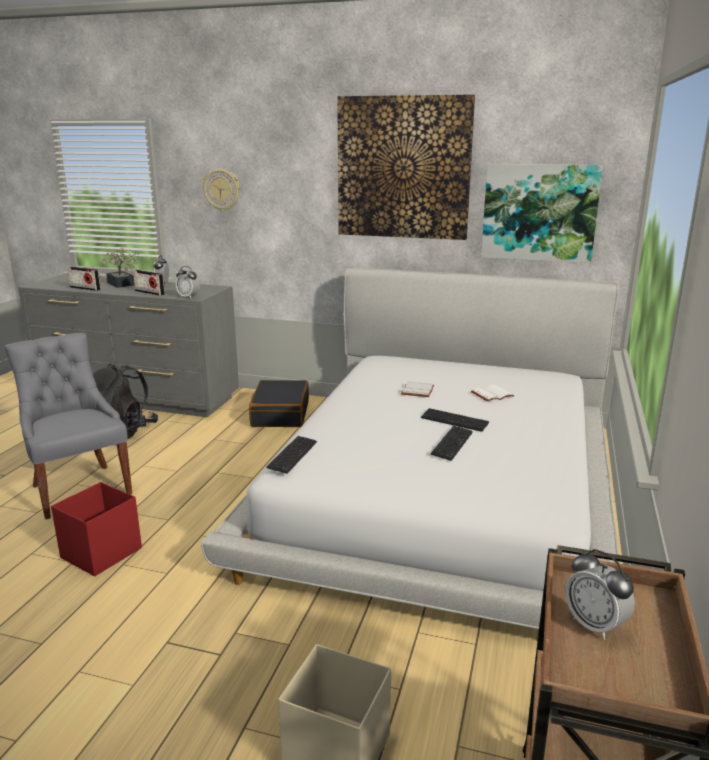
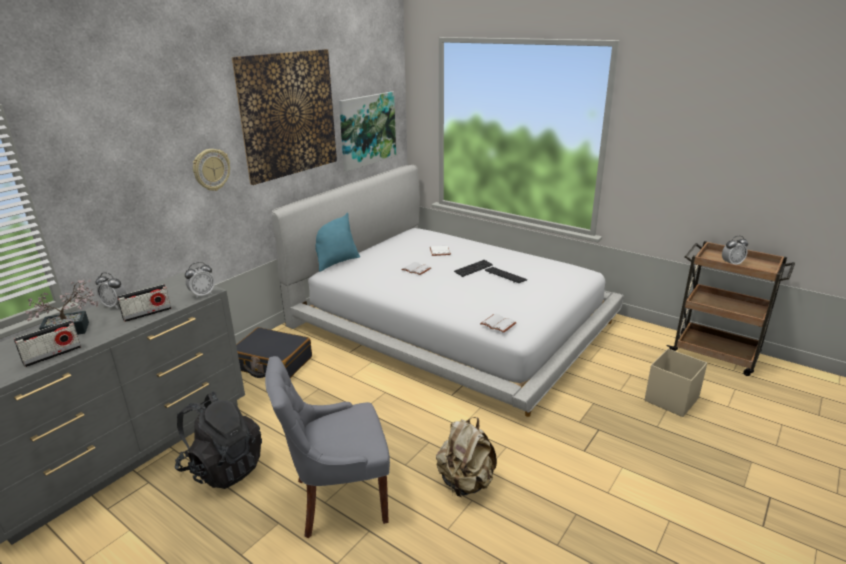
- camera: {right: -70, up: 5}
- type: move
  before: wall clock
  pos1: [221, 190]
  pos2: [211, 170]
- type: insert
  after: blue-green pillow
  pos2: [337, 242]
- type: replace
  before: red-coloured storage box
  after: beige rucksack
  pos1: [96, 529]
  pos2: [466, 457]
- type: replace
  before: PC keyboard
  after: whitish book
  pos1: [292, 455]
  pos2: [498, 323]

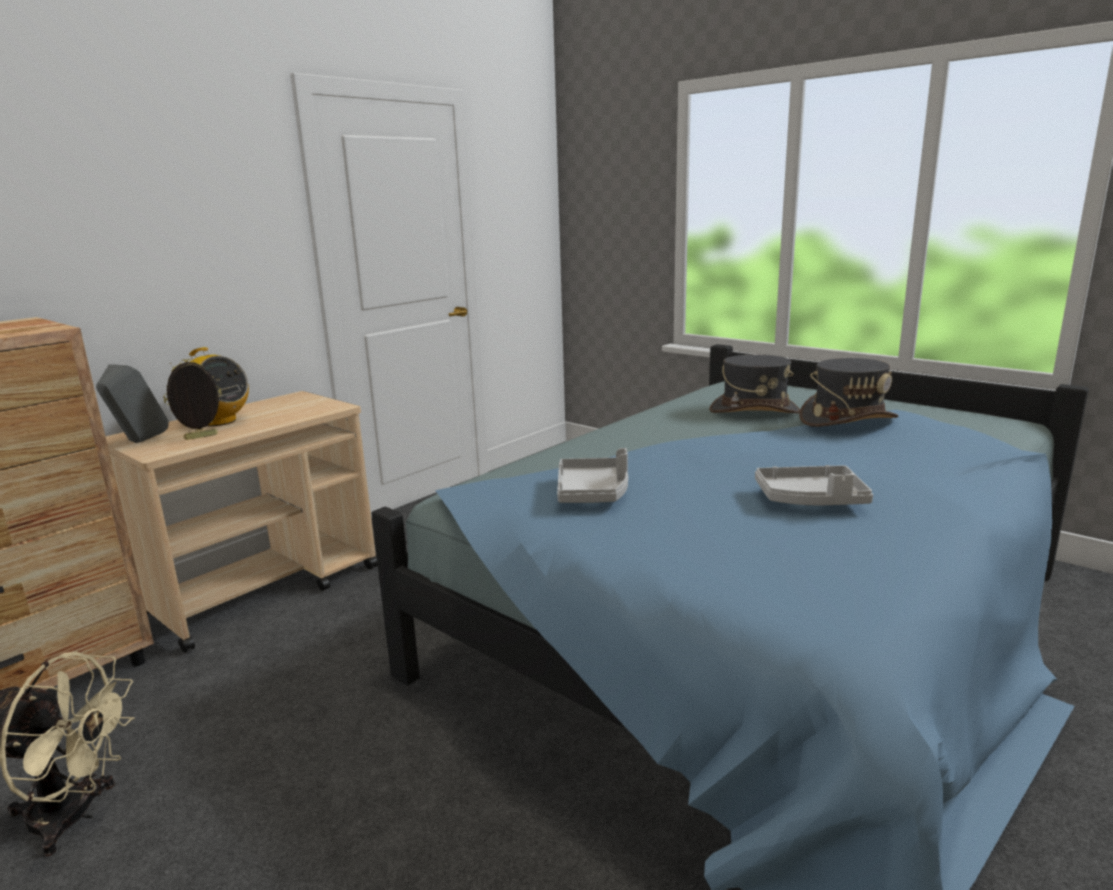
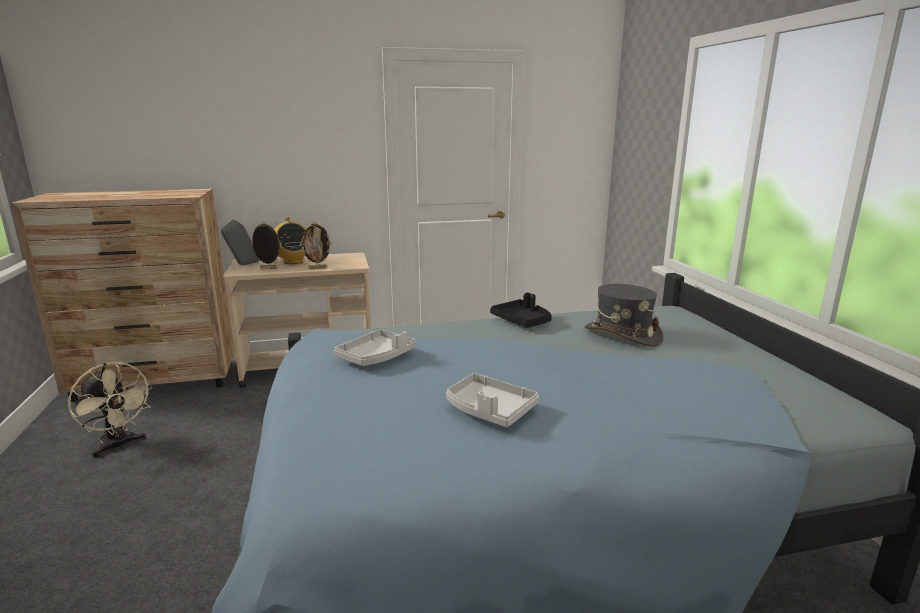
- camera: {right: 35, up: 0}
- type: insert
  after: picture frame
  pos2: [316, 245]
- type: insert
  after: blackish serving tray
  pos2: [521, 310]
- type: delete
  before: grey hat
  pos1: [848, 392]

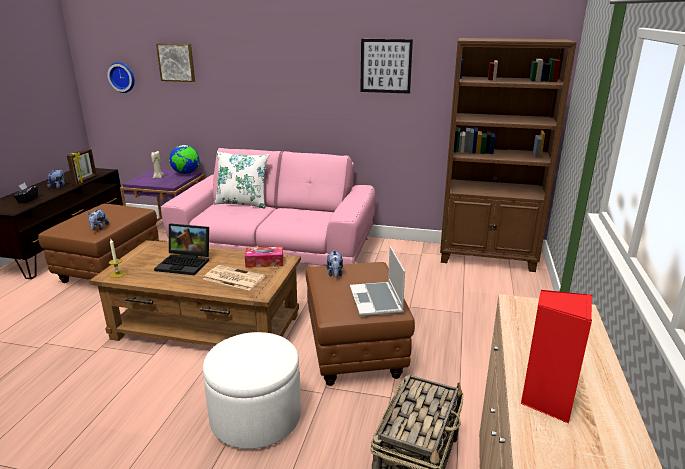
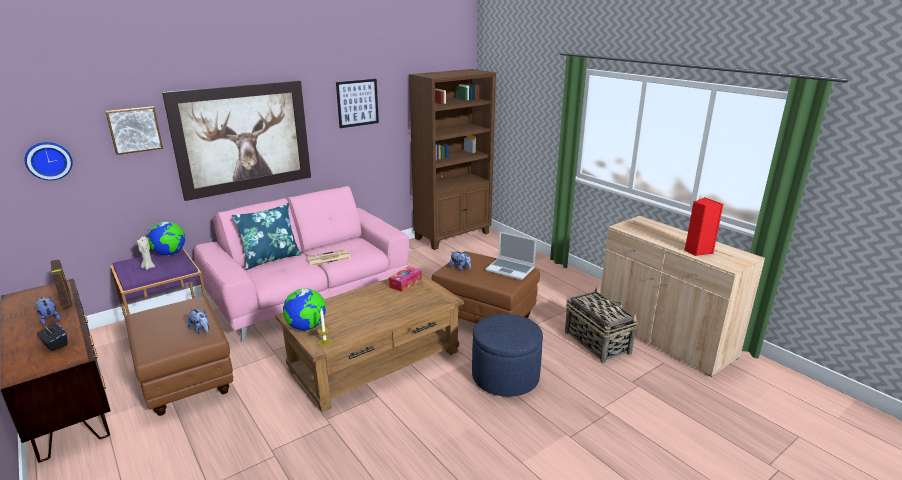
- camera: {right: -50, up: 0}
- type: insert
  after: picture
  pos2: [236, 141]
- type: recolor
  before: whitish pillow
  after: blue pillow
  pos1: [241, 180]
  pos2: [266, 236]
- type: insert
  after: desk globe
  pos2: [304, 310]
- type: move
  before: daily paper
  pos1: [234, 277]
  pos2: [329, 257]
- type: recolor
  before: whitish footrest
  after: blue footrest
  pos1: [252, 390]
  pos2: [507, 355]
- type: delete
  before: portable computer
  pos1: [181, 249]

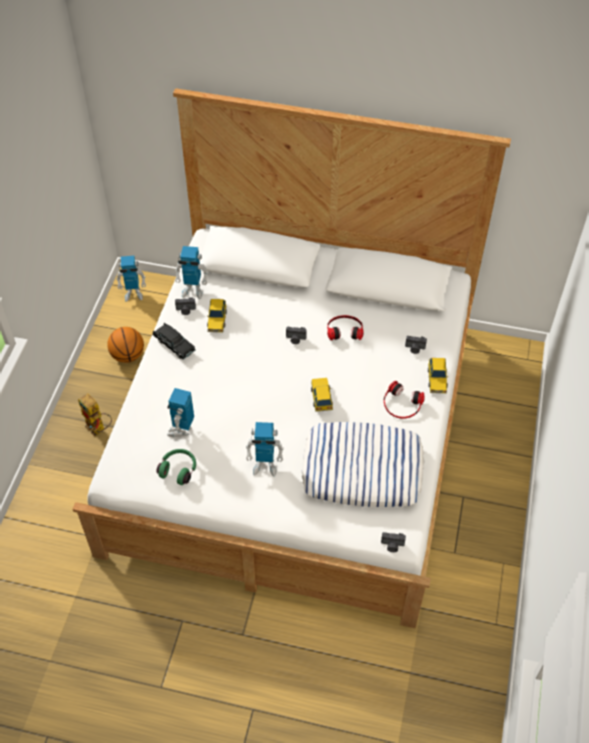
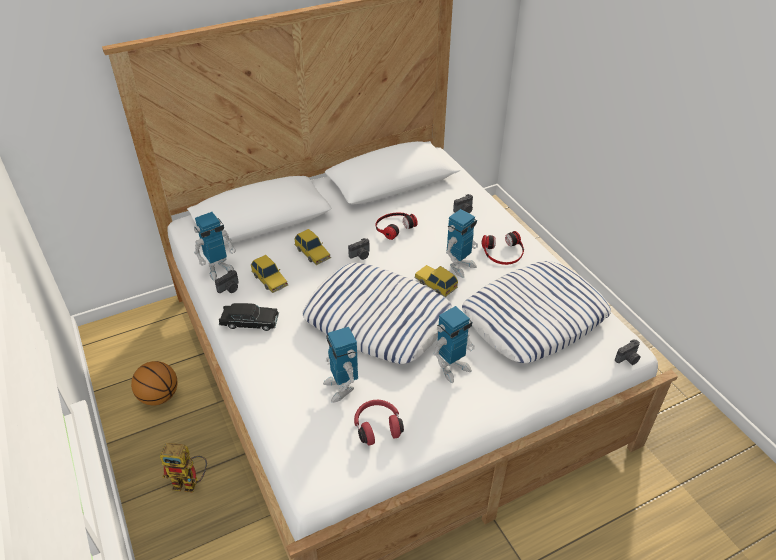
- camera: {right: -40, up: -10}
- type: move
  before: miniature car
  pos1: [438, 375]
  pos2: [312, 247]
- type: insert
  after: pillow
  pos2: [377, 313]
- type: recolor
  before: greenish headphones
  after: red-coloured headphones
  pos1: [176, 467]
  pos2: [379, 422]
- type: move
  before: robot figure
  pos1: [131, 279]
  pos2: [462, 243]

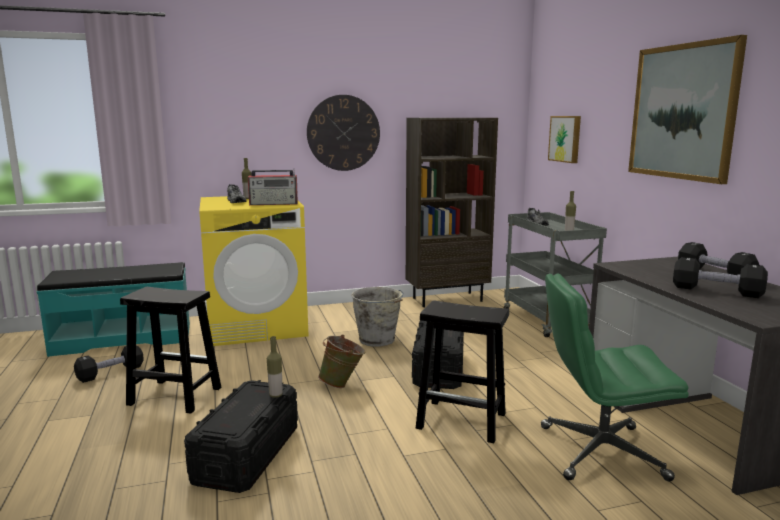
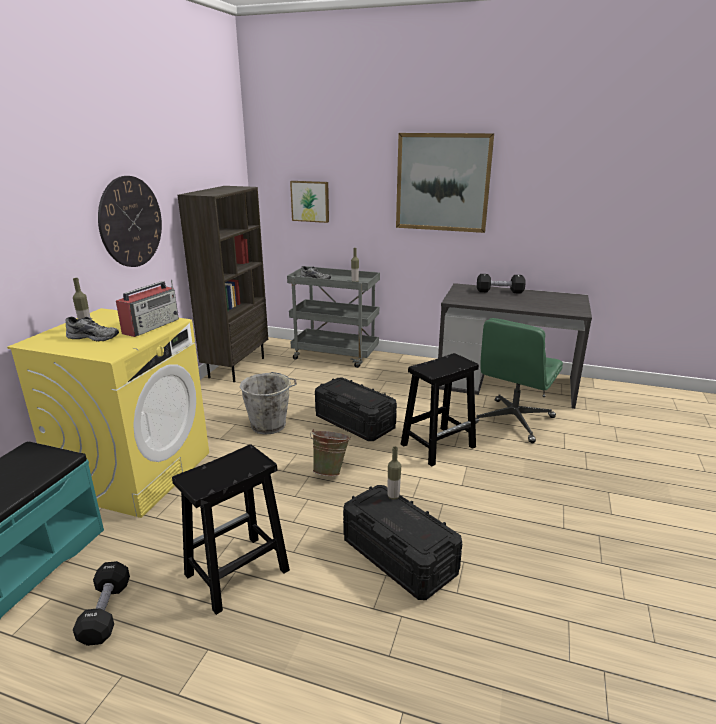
- camera: {right: -55, up: 10}
- type: delete
  before: blackish free weight
  pos1: [720, 277]

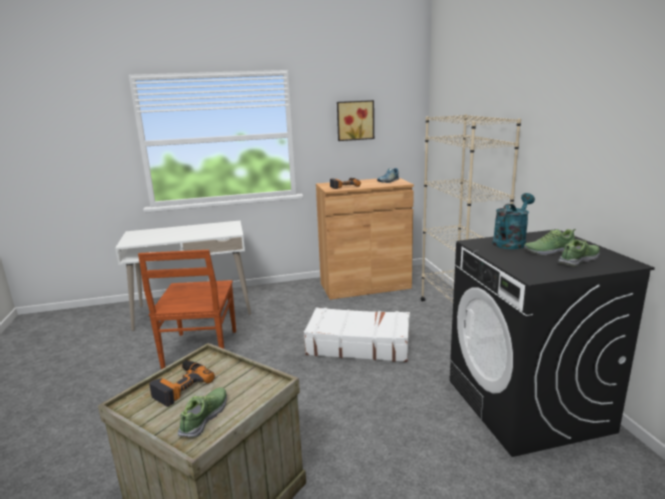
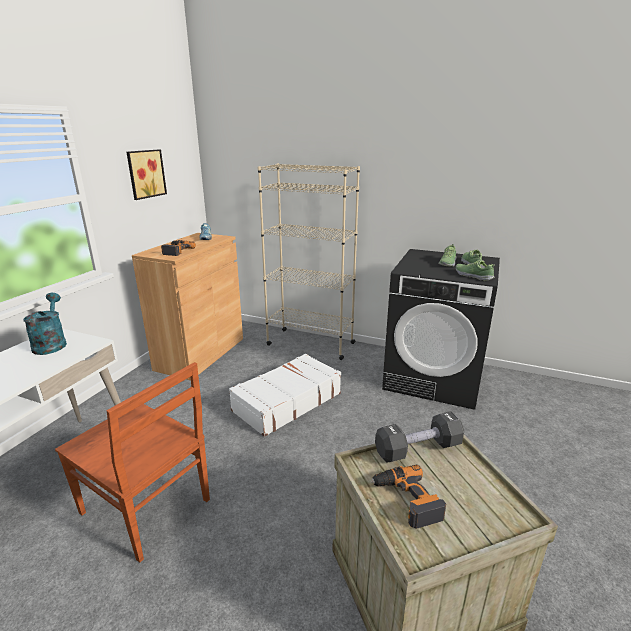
- camera: {right: -55, up: 5}
- type: move
  before: blue-green watering pot
  pos1: [514, 221]
  pos2: [45, 324]
- type: insert
  after: blackish free weight
  pos2: [419, 437]
- type: move
  before: shoe
  pos1: [202, 412]
  pos2: [475, 270]

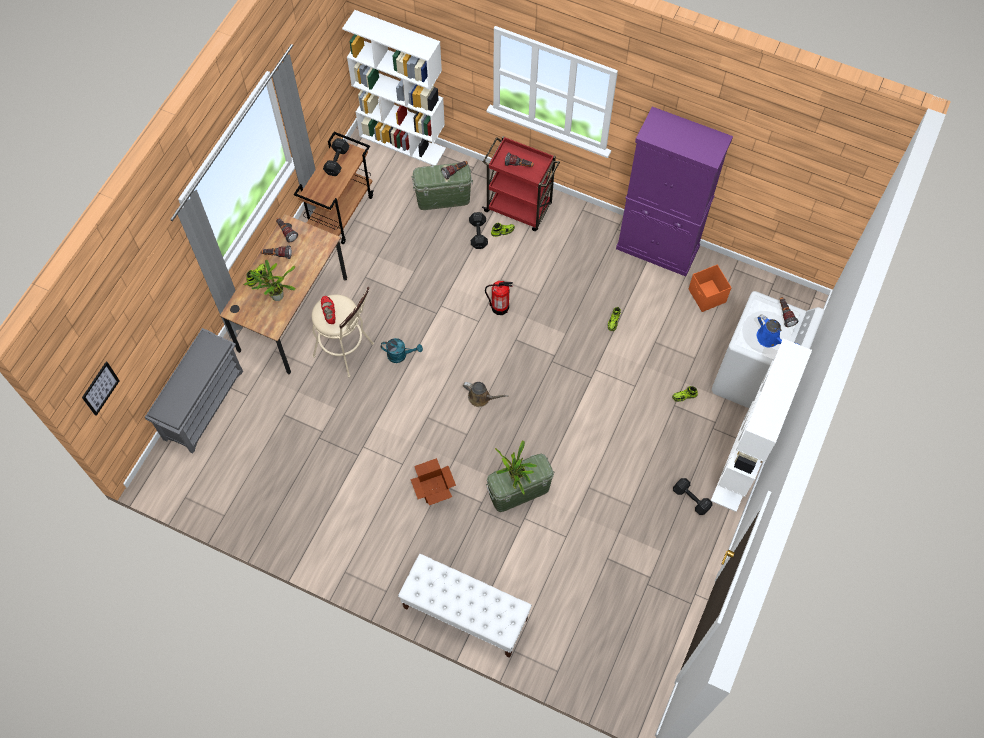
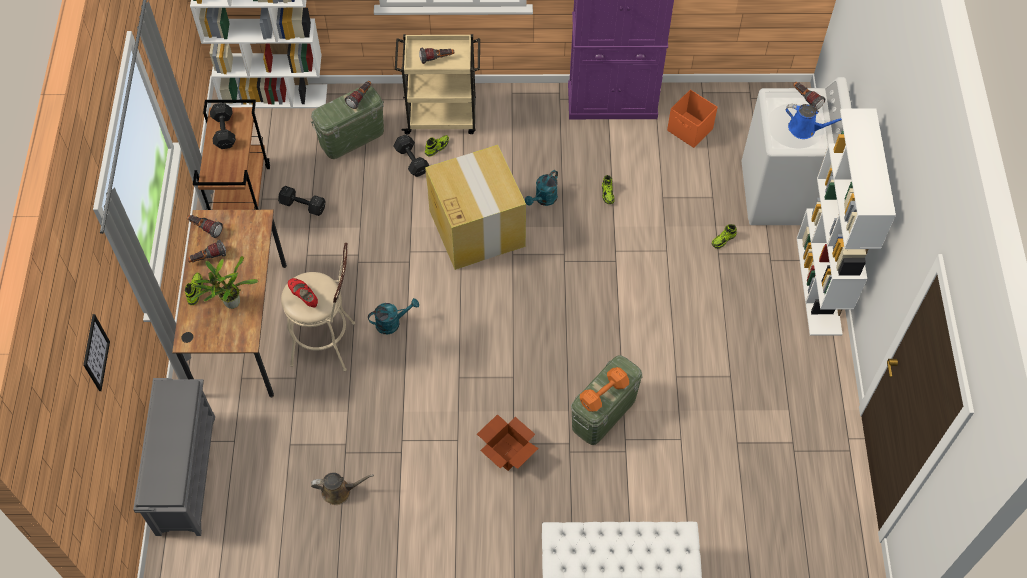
- camera: {right: -25, up: -5}
- type: move
  before: picture
  pos1: [101, 389]
  pos2: [96, 352]
- type: move
  before: blackish free weight
  pos1: [692, 496]
  pos2: [302, 201]
- type: move
  before: brownish watering pot
  pos1: [486, 394]
  pos2: [342, 488]
- type: recolor
  before: red-coloured trolley
  after: beige trolley
  pos1: [521, 183]
  pos2: [437, 84]
- type: replace
  before: fire extinguisher
  after: cardboard box
  pos1: [499, 298]
  pos2: [475, 207]
- type: insert
  after: blue-green watering pot
  pos2: [541, 188]
- type: replace
  before: houseplant
  after: orangey free weight
  pos1: [516, 467]
  pos2: [604, 389]

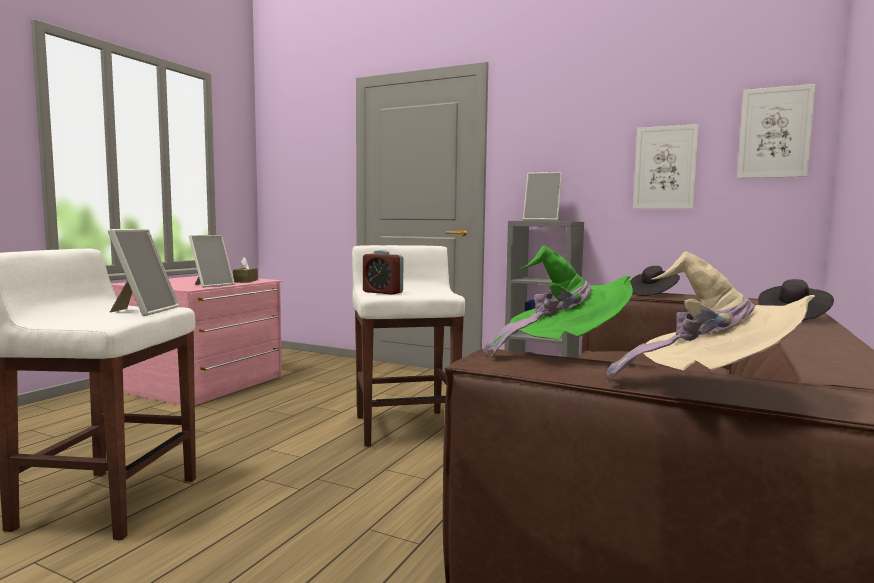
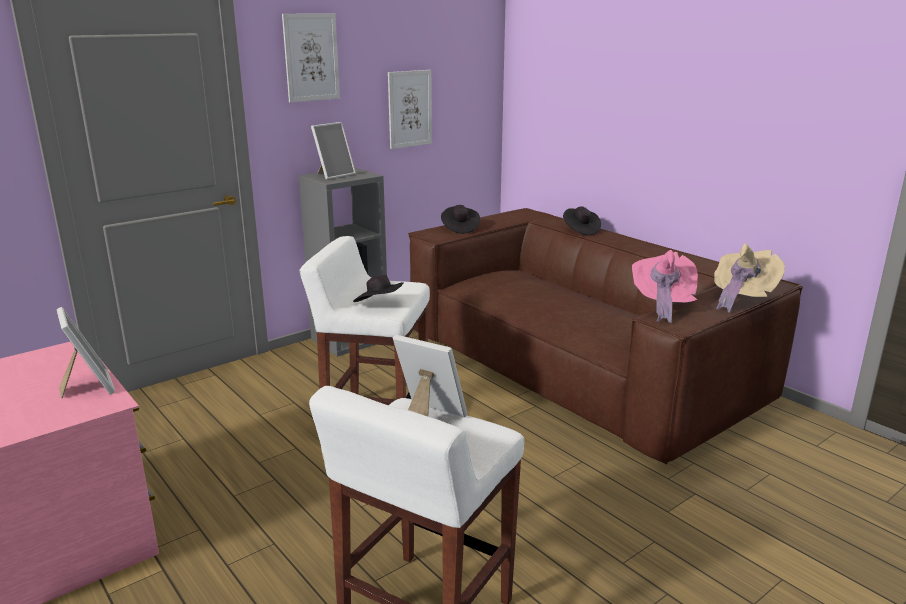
- camera: {right: -65, up: 15}
- type: move
  before: picture
  pos1: [776, 131]
  pos2: [311, 58]
- type: replace
  before: table clock
  after: blackish hat
  pos1: [383, 272]
  pos2: [378, 288]
- type: recolor
  before: greenish hat
  after: pink-coloured hat
  pos1: [558, 301]
  pos2: [665, 286]
- type: delete
  before: brownish box of tissues
  pos1: [245, 270]

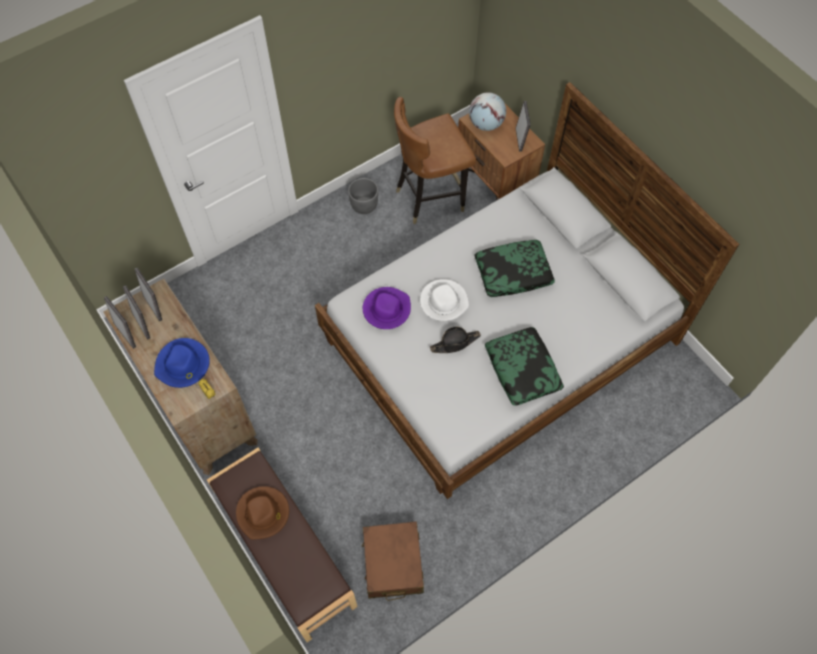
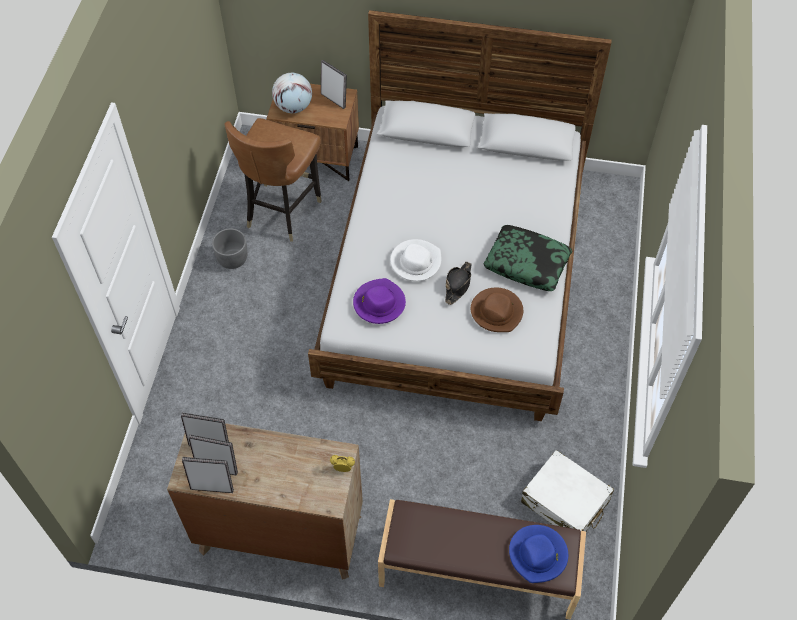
- camera: {right: -45, up: -5}
- type: move
  before: brownish hat
  pos1: [262, 513]
  pos2: [497, 310]
- type: move
  before: blue hat
  pos1: [182, 363]
  pos2: [538, 554]
- type: recolor
  before: brownish suitcase
  after: whitish suitcase
  pos1: [393, 561]
  pos2: [567, 490]
- type: delete
  before: pillow
  pos1: [515, 268]

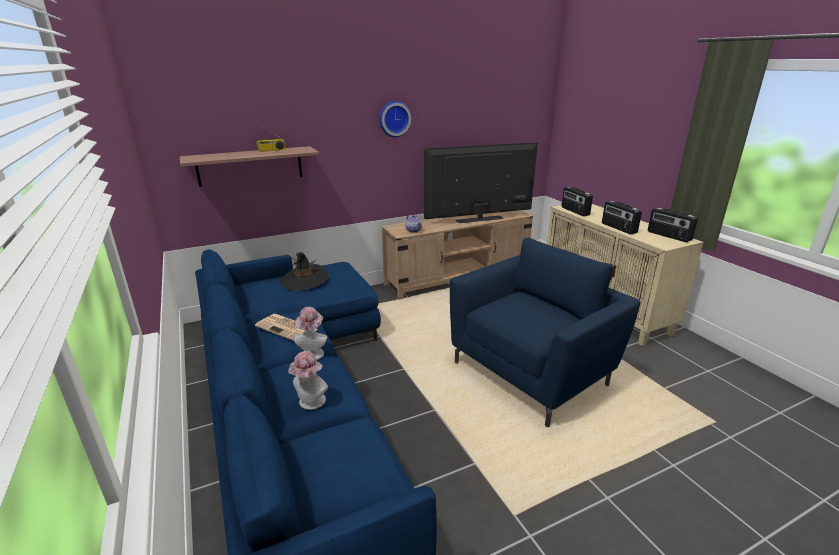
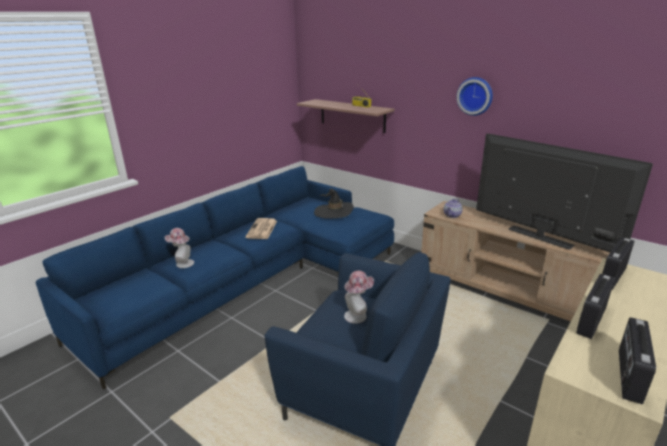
- camera: {right: 65, up: 0}
- type: move
  before: hat
  pos1: [310, 333]
  pos2: [359, 297]

